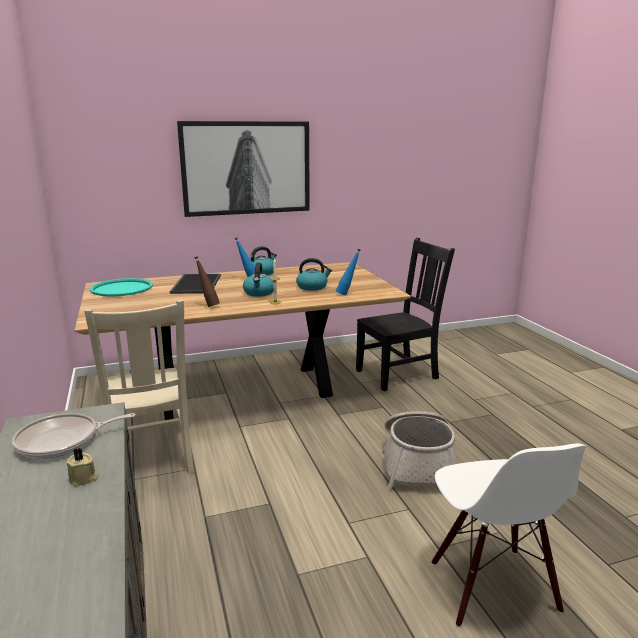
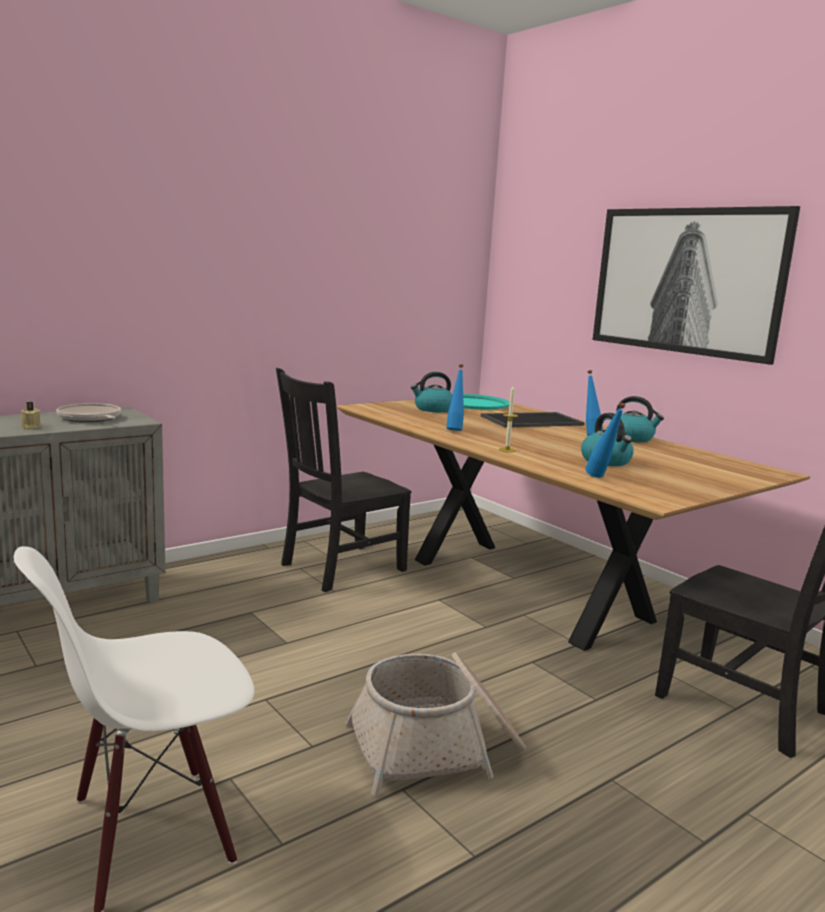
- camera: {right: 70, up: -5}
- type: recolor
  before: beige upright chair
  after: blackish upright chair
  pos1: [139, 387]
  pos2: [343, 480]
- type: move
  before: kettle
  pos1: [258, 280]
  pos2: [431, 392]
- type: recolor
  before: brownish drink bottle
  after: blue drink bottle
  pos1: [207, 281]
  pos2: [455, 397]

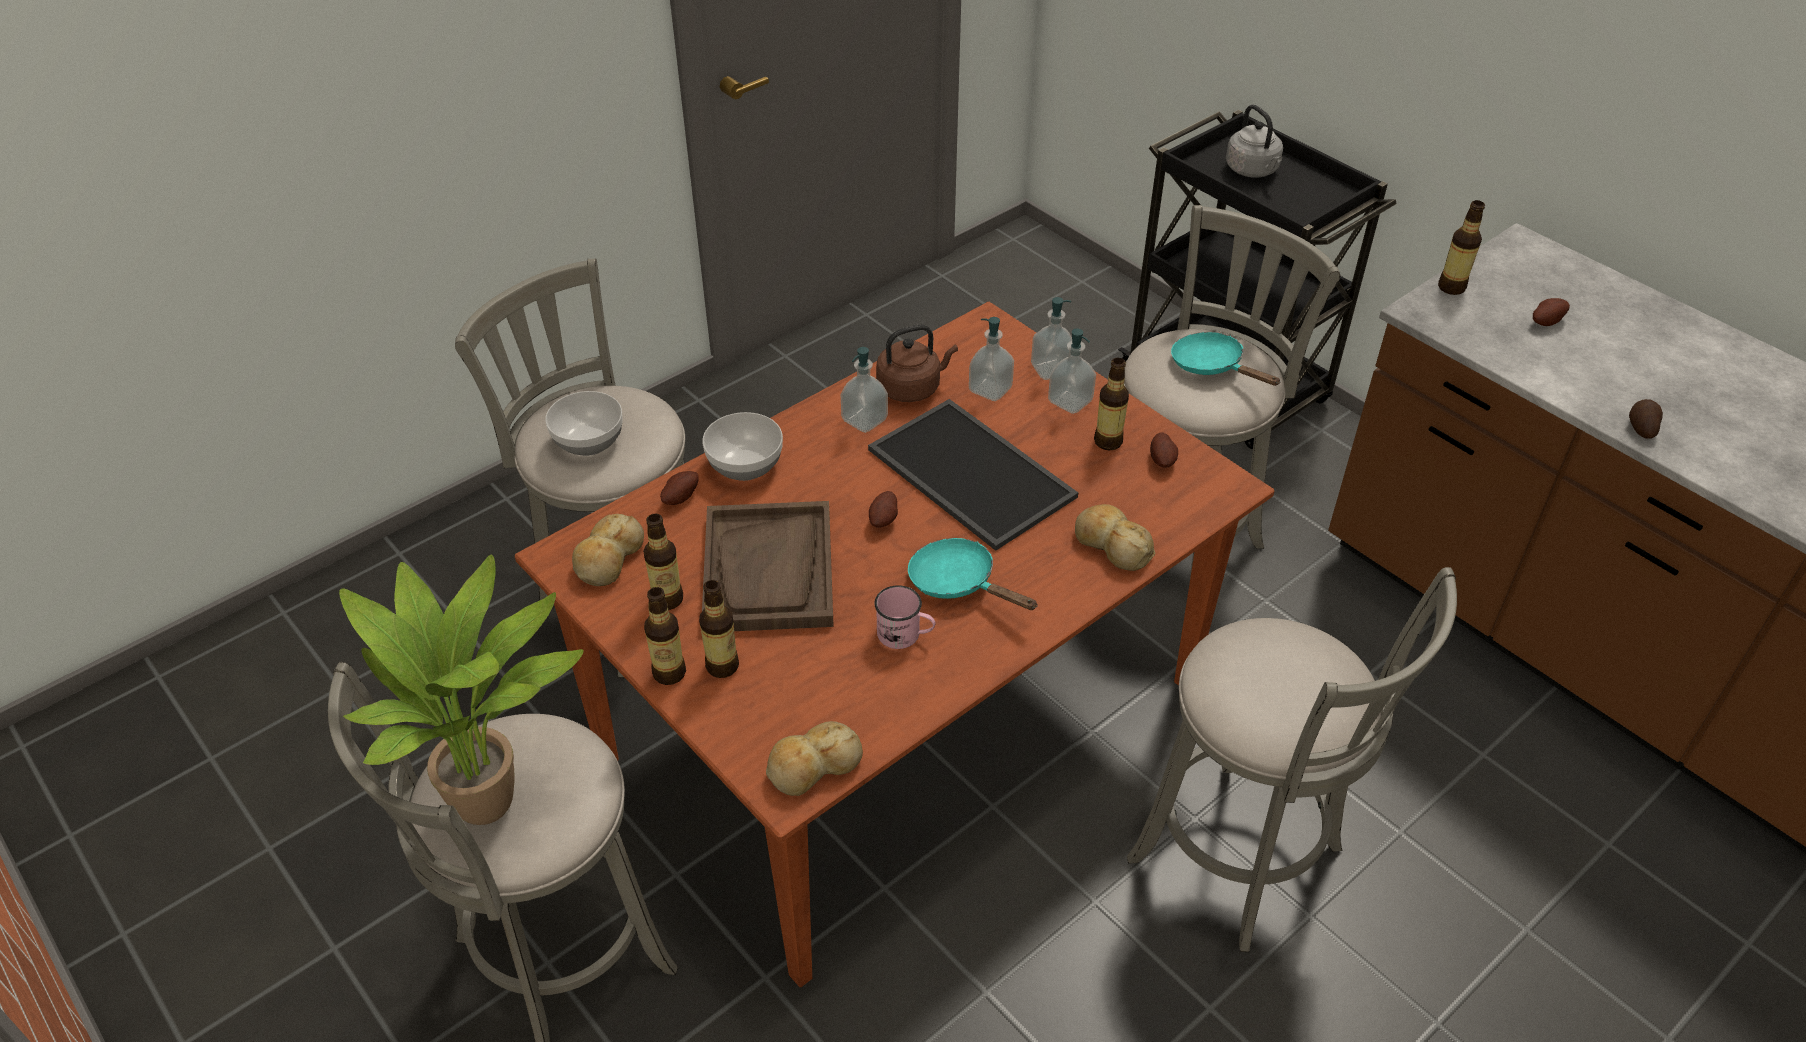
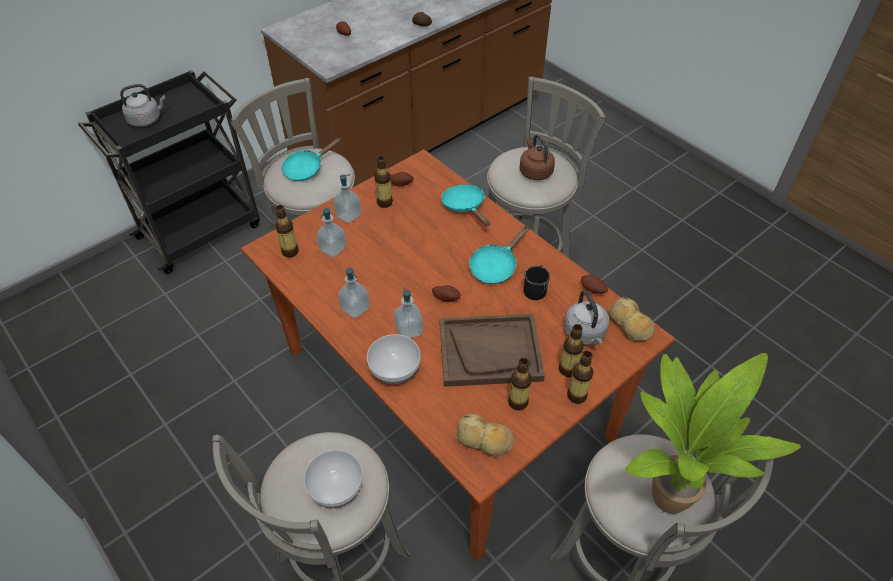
- camera: {right: -90, up: 5}
- type: move
  before: drink bottle
  pos1: [1461, 247]
  pos2: [287, 231]
- type: move
  before: soap dispenser
  pos1: [1051, 338]
  pos2: [408, 312]
- type: replace
  before: baked bread
  after: blue-green frying pan
  pos1: [1115, 537]
  pos2: [465, 205]
- type: move
  before: brownish kettle
  pos1: [917, 363]
  pos2: [537, 157]
- type: recolor
  before: pink-coloured tea mug
  after: blackish tea mug
  pos1: [904, 617]
  pos2: [537, 282]
- type: insert
  after: grey kettle
  pos2: [586, 317]
- type: move
  before: potato
  pos1: [679, 488]
  pos2: [594, 284]
- type: delete
  before: serving tray
  pos1: [973, 475]

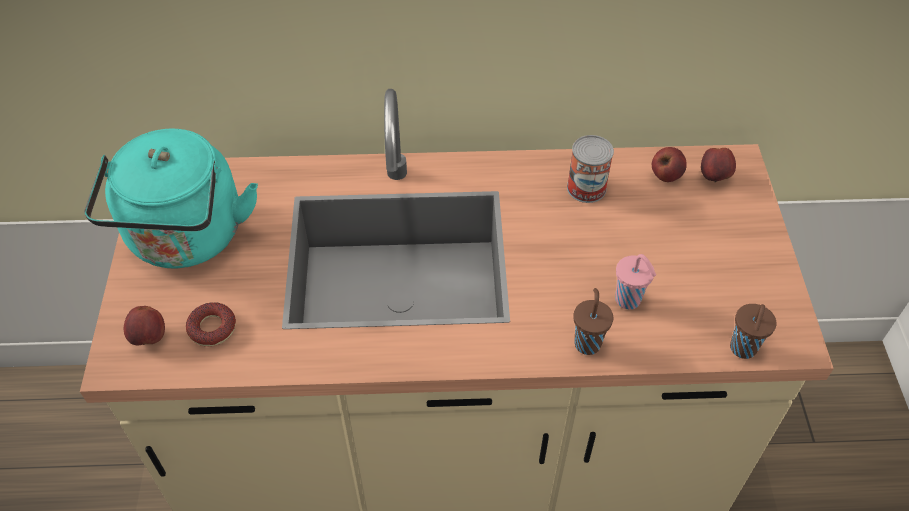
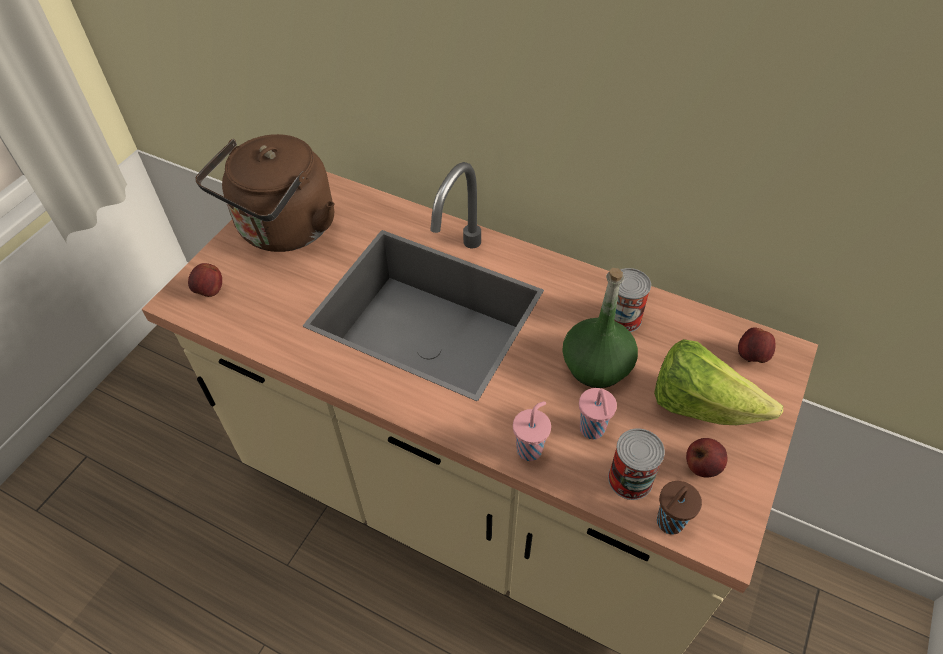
- camera: {right: 30, up: 0}
- type: recolor
  before: blue-green kettle
  after: brownish kettle
  pos1: [171, 198]
  pos2: [265, 193]
- type: recolor
  before: brownish small cup
  after: pink-coloured small cup
  pos1: [593, 321]
  pos2: [532, 431]
- type: insert
  after: greenish drink bottle
  pos2: [600, 328]
- type: insert
  after: metal can
  pos2: [636, 464]
- type: insert
  after: lettuce head
  pos2: [718, 382]
- type: move
  before: apple fruit
  pos1: [669, 164]
  pos2: [706, 457]
- type: delete
  before: ring doughnut
  pos1: [211, 324]

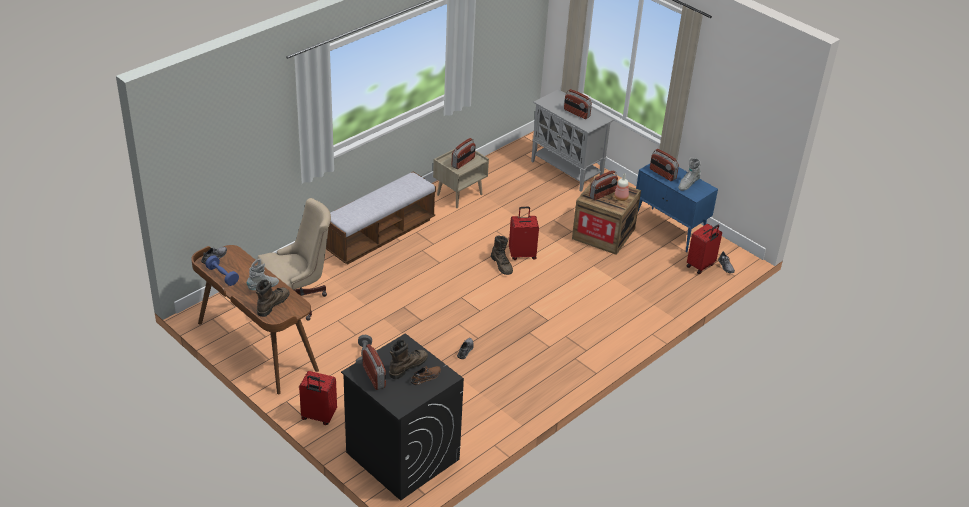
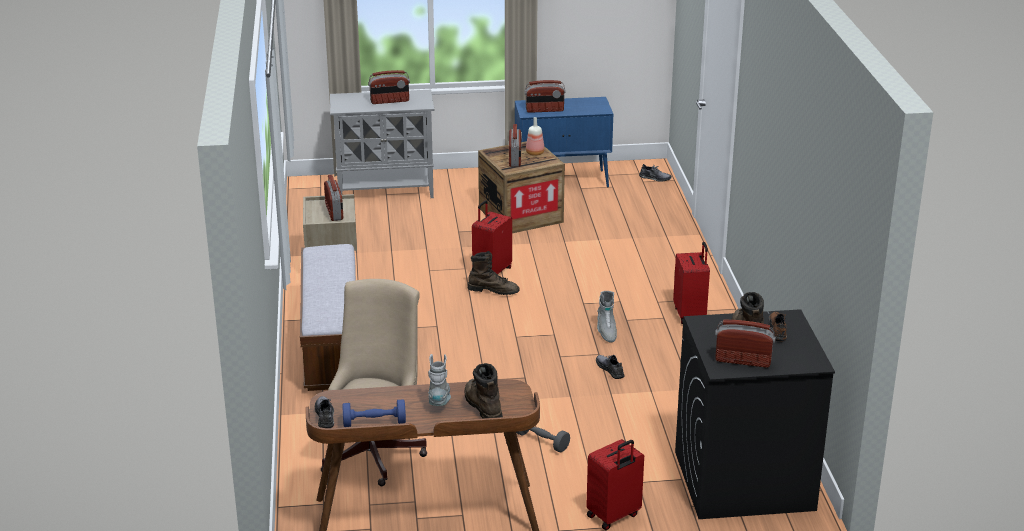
- camera: {right: -50, up: -10}
- type: move
  before: grey boot
  pos1: [689, 174]
  pos2: [607, 317]
- type: move
  before: red-coloured suitcase
  pos1: [704, 249]
  pos2: [691, 283]

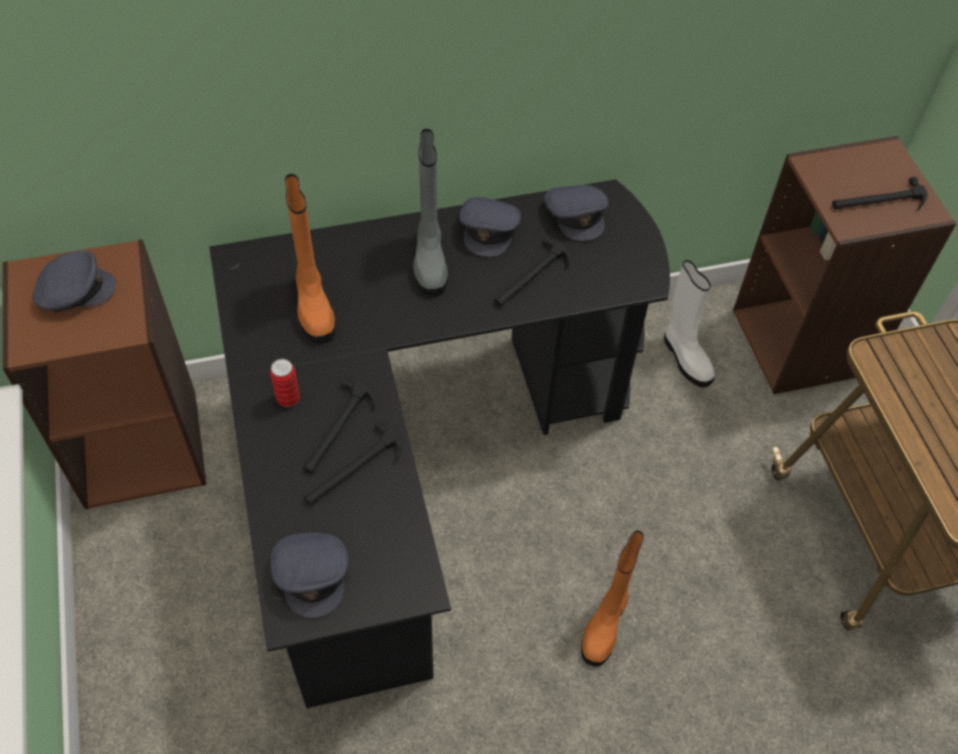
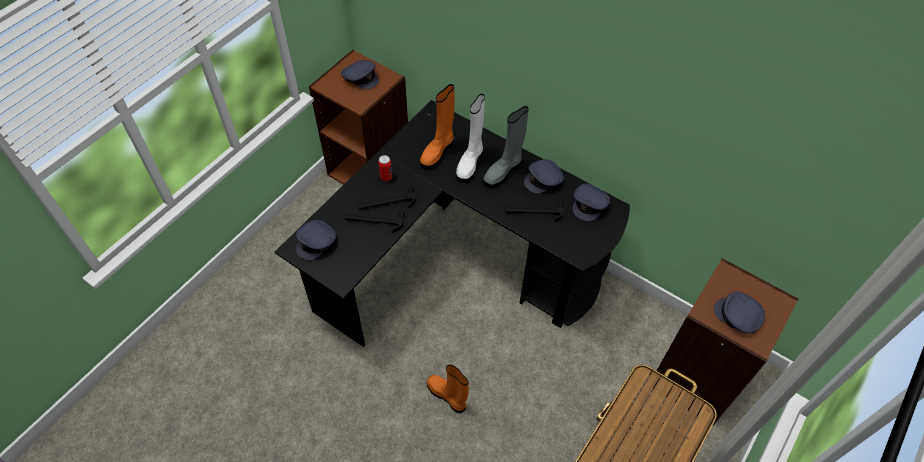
- camera: {right: 50, up: 0}
- type: rotate
  before: orangey boot
  pos1: [612, 598]
  pos2: [448, 388]
  turn: 60
- type: move
  before: whitish boot
  pos1: [689, 324]
  pos2: [470, 138]
- type: replace
  before: tool hammer
  after: grey cap
  pos1: [880, 193]
  pos2: [739, 312]

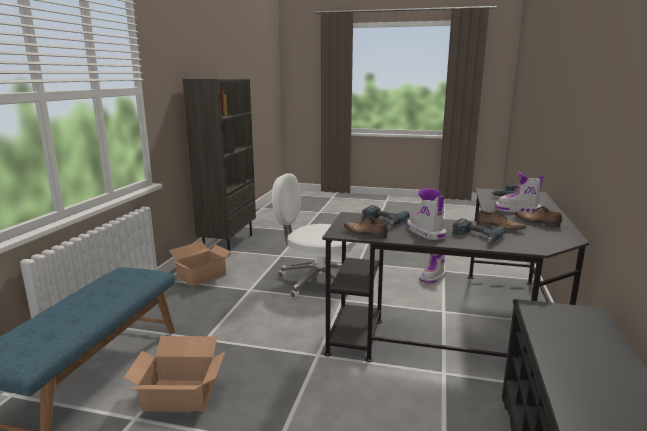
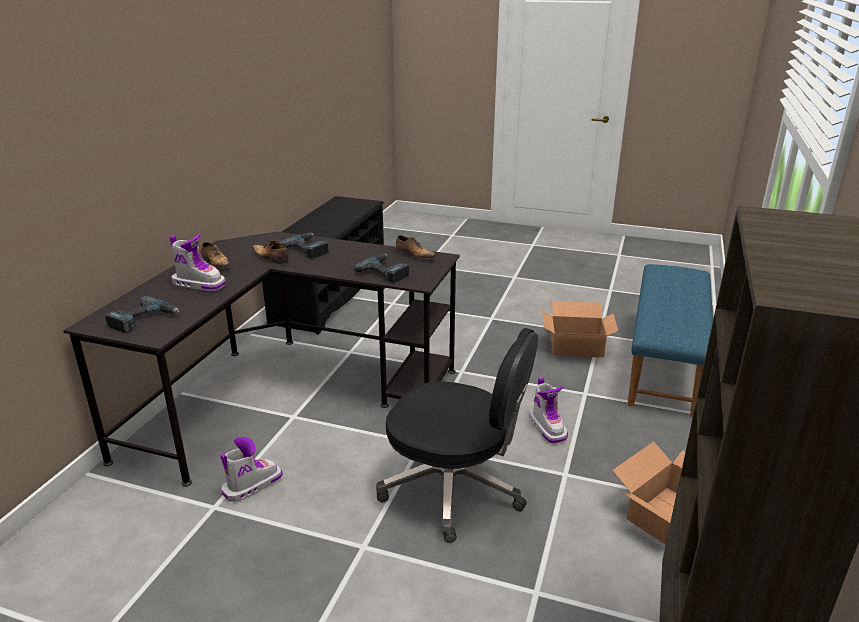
- camera: {right: -175, up: 10}
- type: recolor
  before: whitish office chair
  after: blackish office chair
  pos1: [314, 235]
  pos2: [457, 435]
- type: move
  before: boot
  pos1: [426, 214]
  pos2: [548, 410]

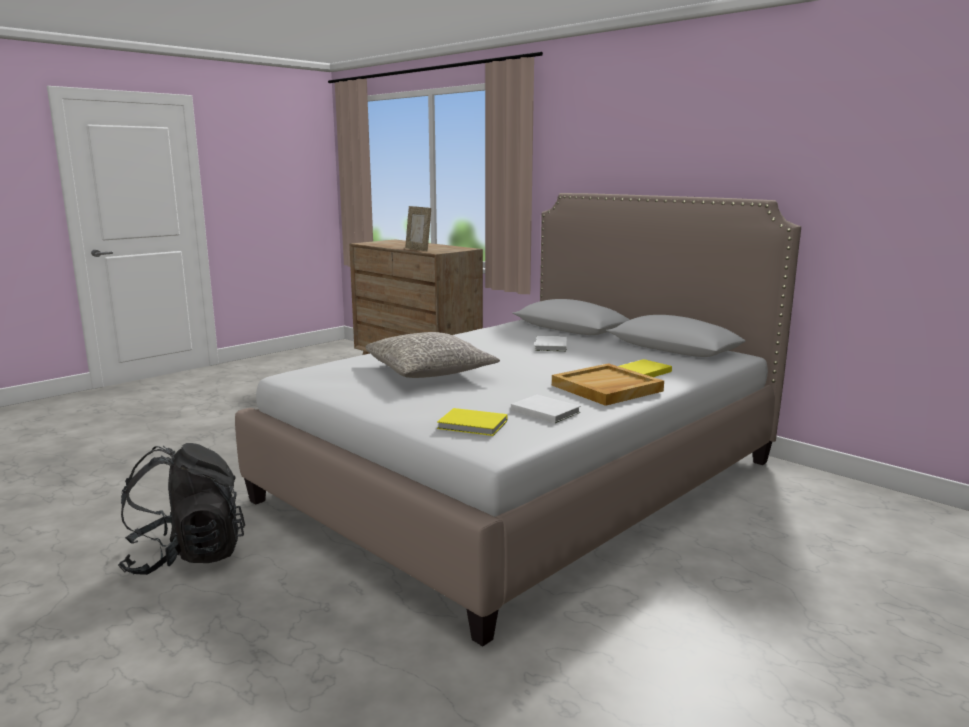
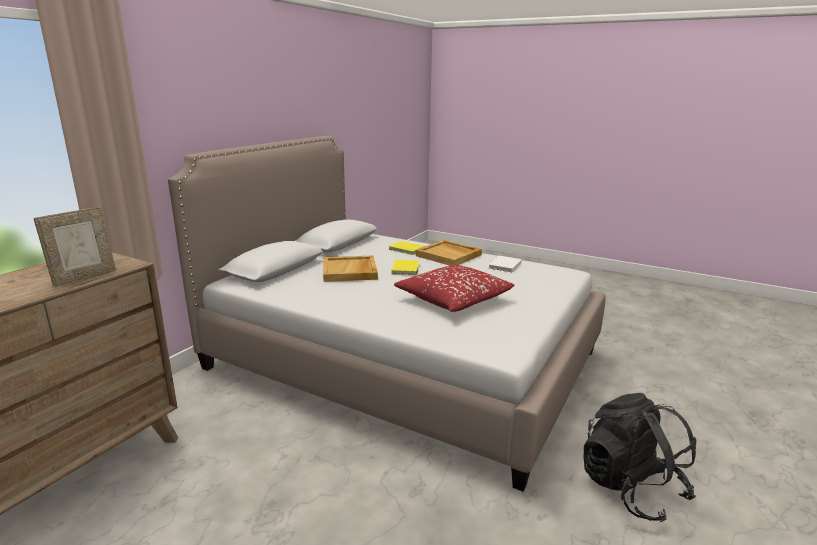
- camera: {right: -105, up: 5}
- type: replace
  before: whitish book
  after: beige serving tray
  pos1: [551, 344]
  pos2: [350, 269]
- type: move
  before: yellow book
  pos1: [472, 422]
  pos2: [405, 267]
- type: recolor
  before: grey pillow
  after: red-coloured pillow
  pos1: [432, 355]
  pos2: [454, 288]

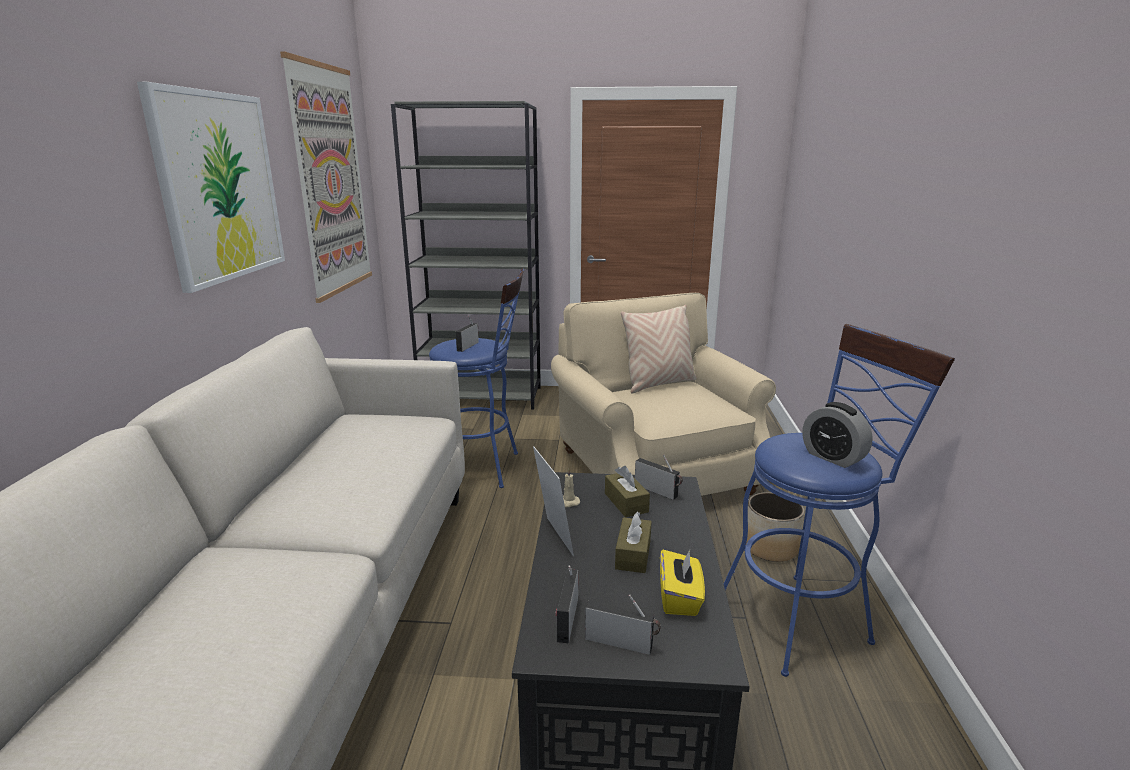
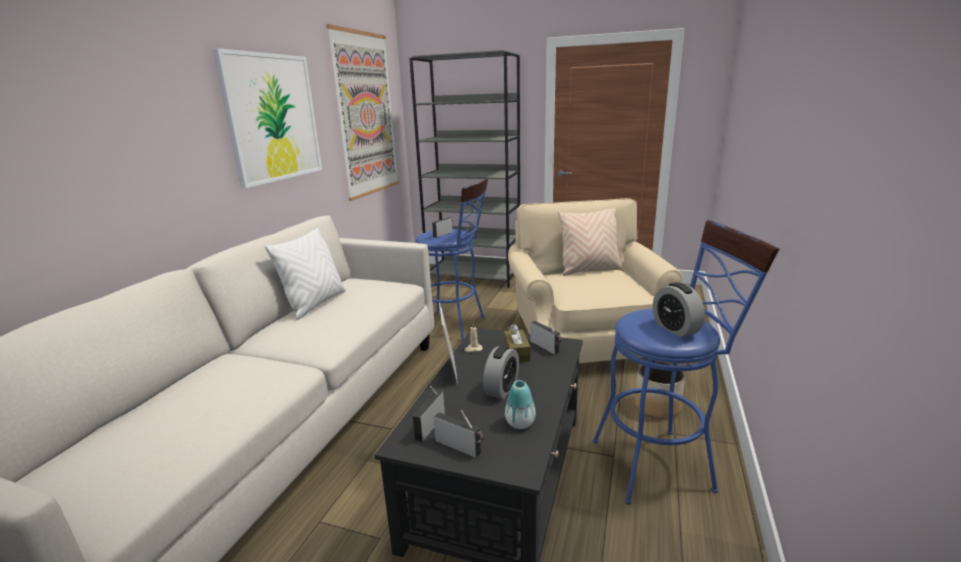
- camera: {right: 15, up: 0}
- type: insert
  after: whitish pillow
  pos2: [305, 274]
- type: replace
  before: brownish box of tissues
  after: table clock
  pos1: [633, 542]
  pos2: [501, 372]
- type: replace
  before: yellow box of tissues
  after: decorative vase
  pos1: [682, 583]
  pos2: [520, 404]

